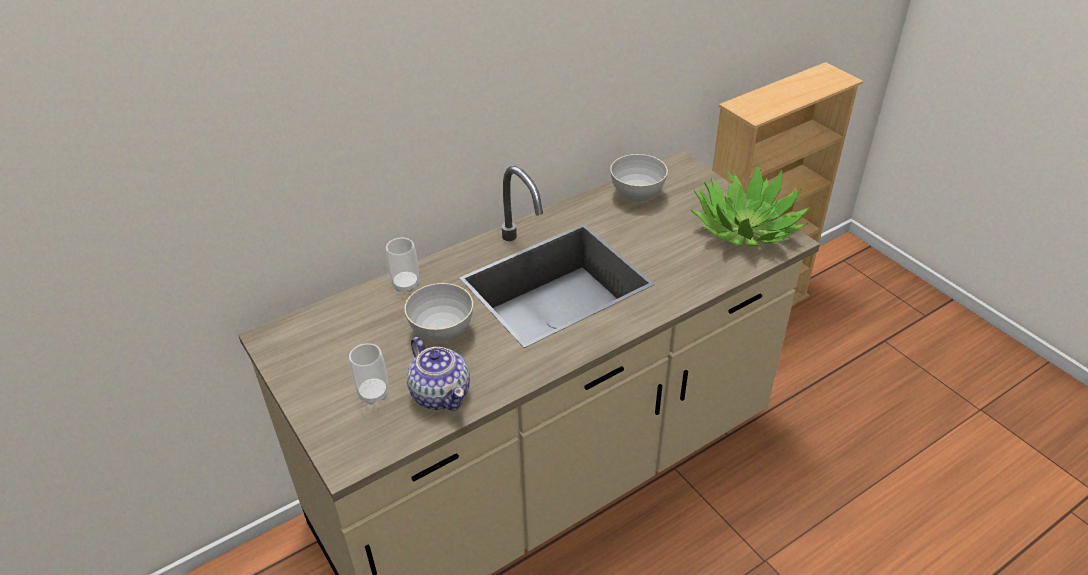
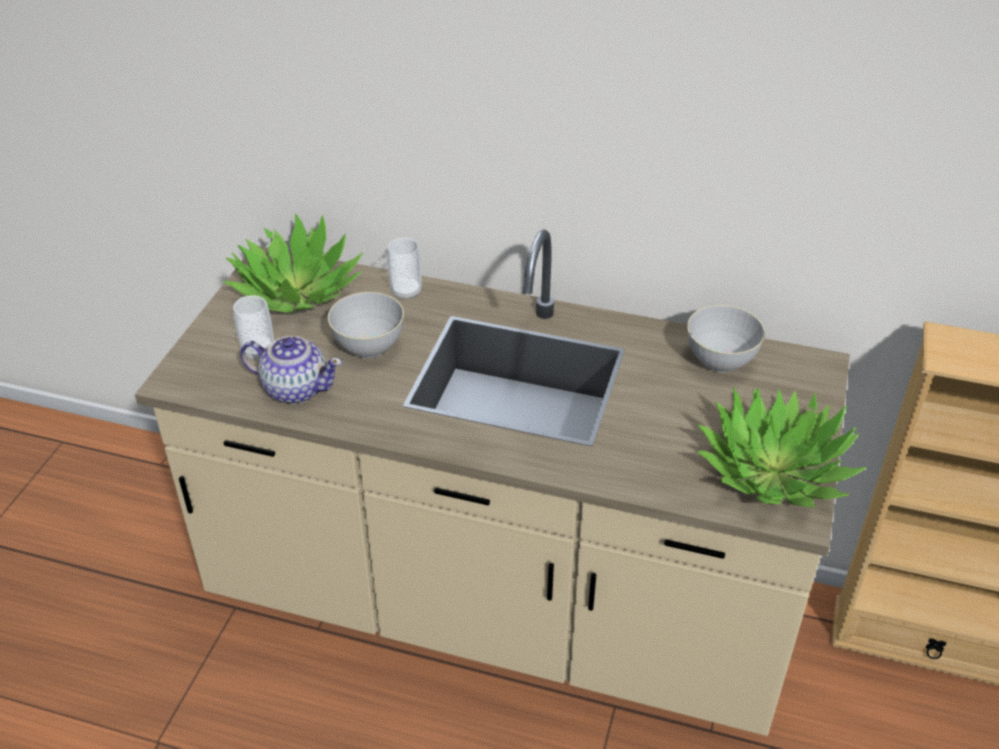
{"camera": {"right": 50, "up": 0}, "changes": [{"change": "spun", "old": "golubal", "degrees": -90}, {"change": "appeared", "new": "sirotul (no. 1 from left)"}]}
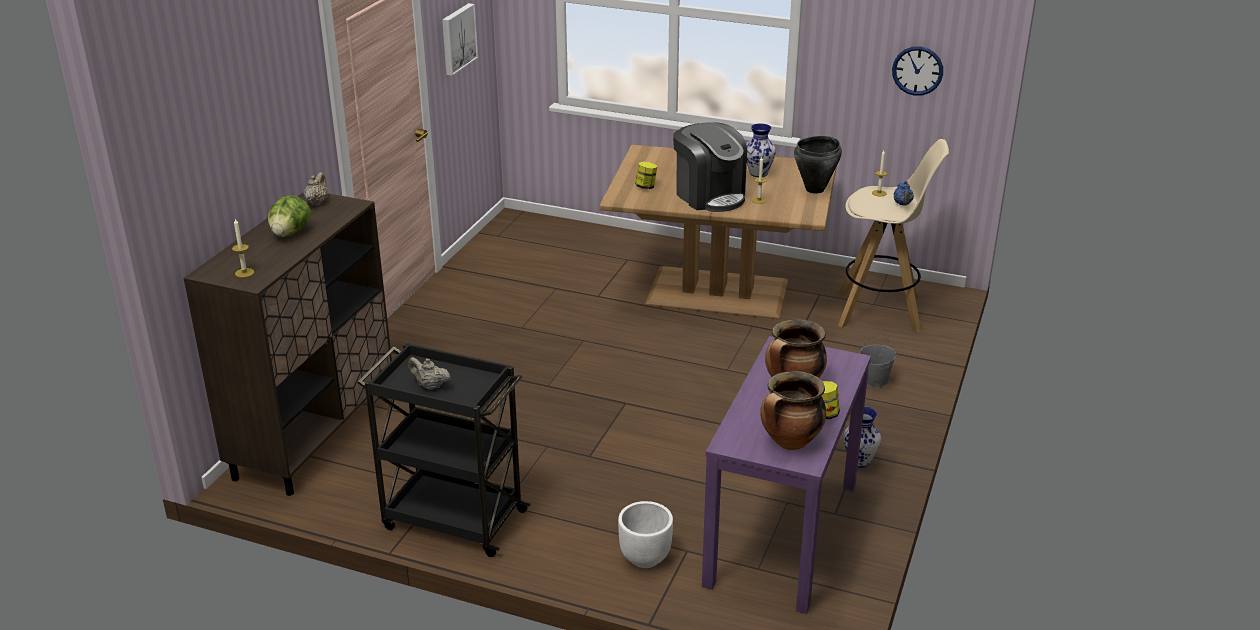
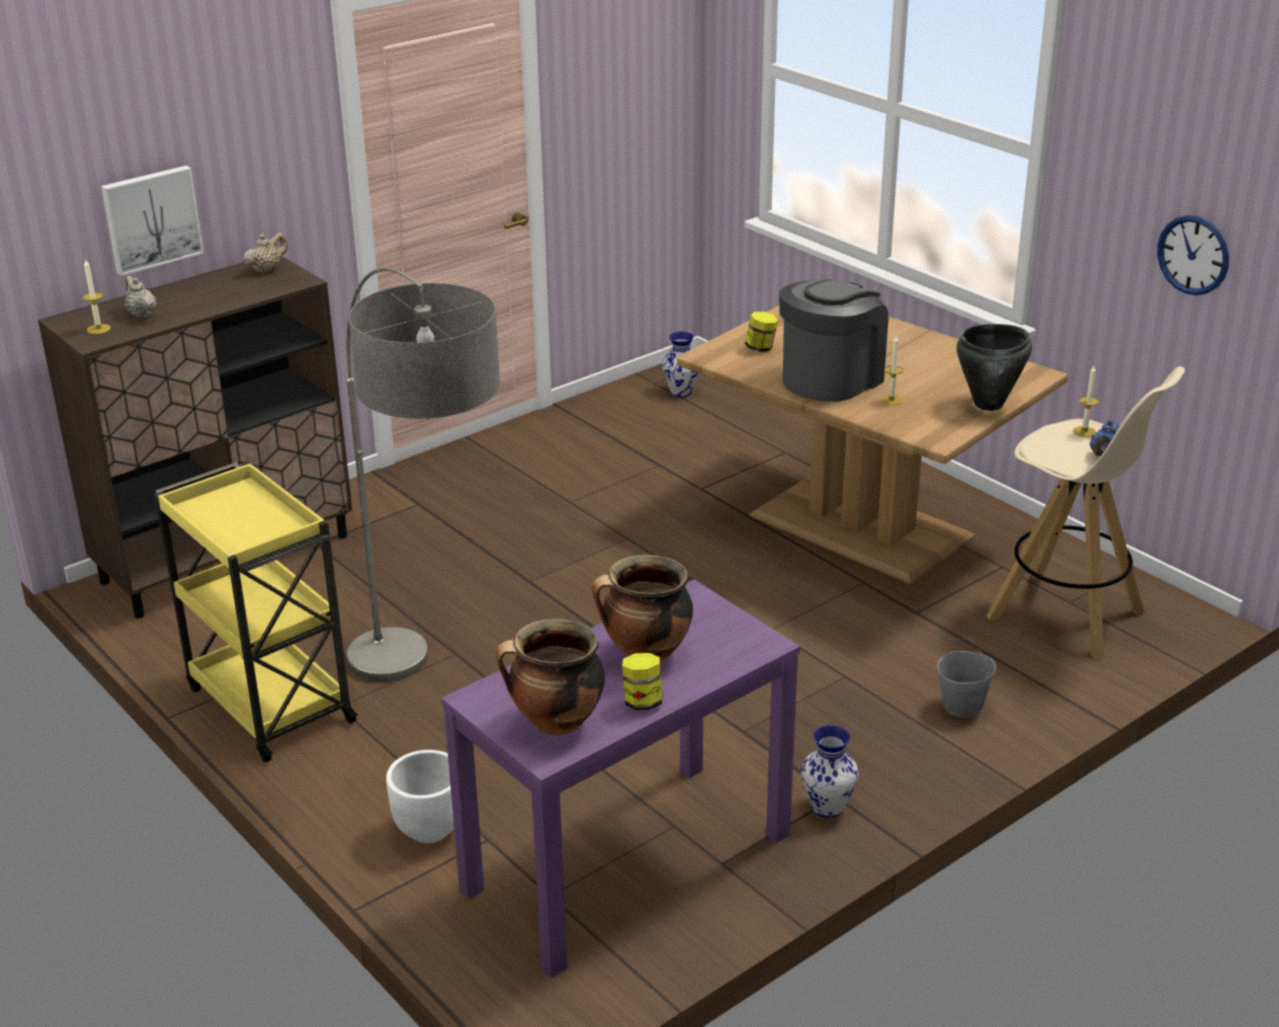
{"camera": {"right": 30, "up": 0}, "changes": [{"change": "relocated", "old": "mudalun"}, {"change": "spun", "old": "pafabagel", "degrees": -135}, {"change": "relocated", "old": "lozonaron (no. 1 from left)"}, {"change": "missing", "old": "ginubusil"}, {"change": "colour", "old": "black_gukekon", "new": "yellow_gukekon"}, {"change": "relocated", "old": "beige_golubal (no. 2 from left in the first image)", "new": "beige_golubal (no. 1 from left)"}, {"change": "appeared", "new": "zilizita"}]}
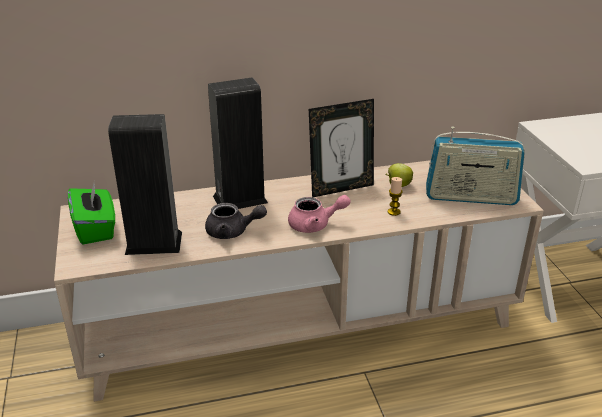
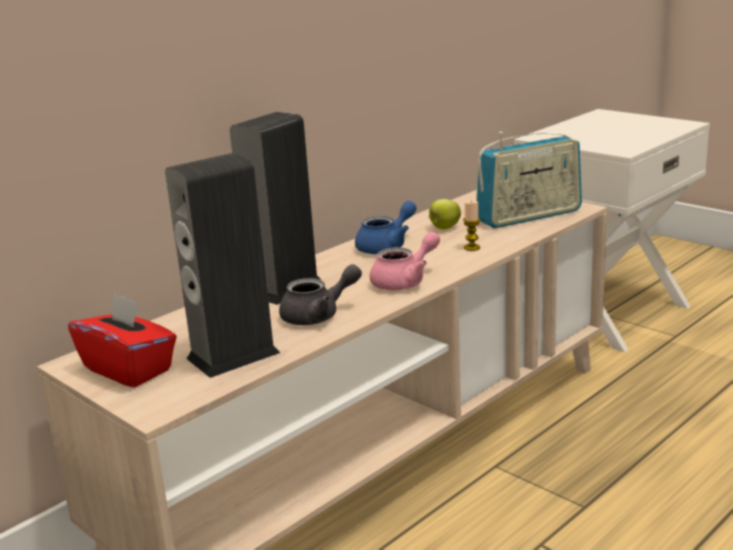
{"camera": {"right": -30, "up": -10}, "changes": [{"change": "exchanged", "old": "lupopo", "new": "blue_golubal"}, {"change": "colour", "old": "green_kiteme", "new": "red_kiteme"}]}
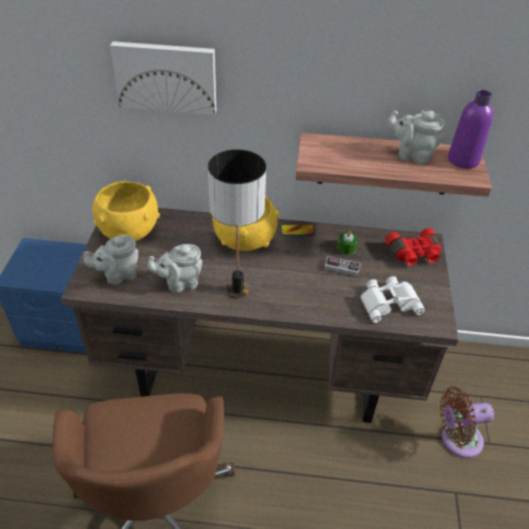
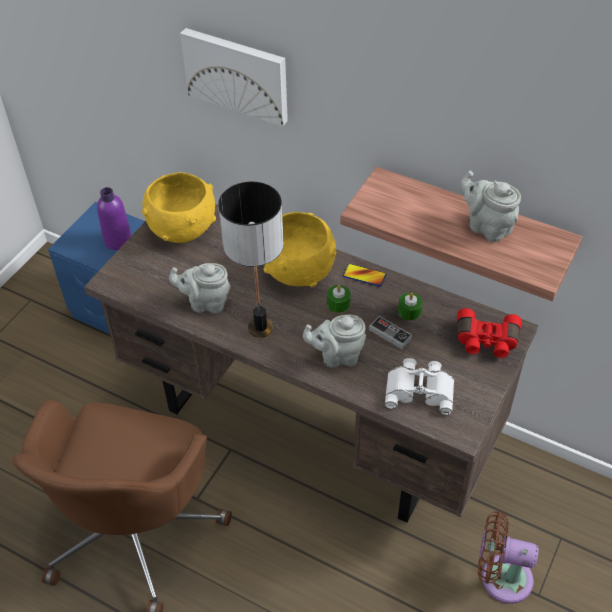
{"camera": {"right": 25, "up": 5}, "changes": [{"change": "relocated", "old": "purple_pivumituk"}, {"change": "relocated", "old": "grey_golubal (no. 1 from left in the first image)", "new": "grey_golubal (no. 2 from left)"}, {"change": "appeared", "new": "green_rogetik (no. 1 from left)"}]}
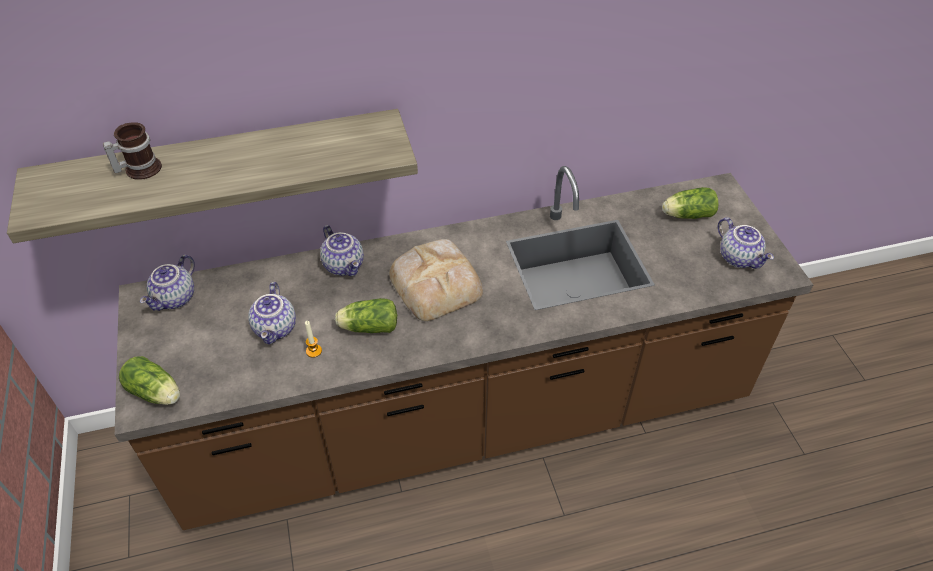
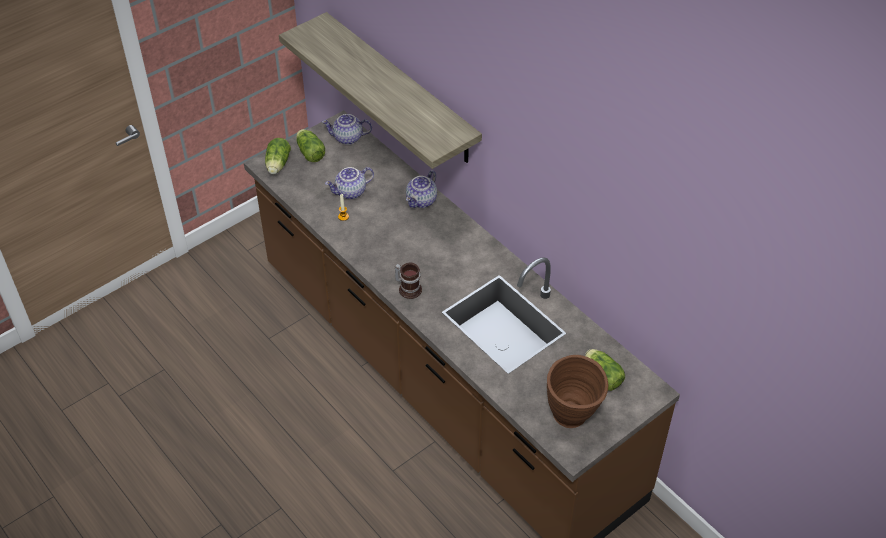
{"camera": {"right": 65, "up": 0}, "changes": [{"change": "relocated", "old": "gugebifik"}, {"change": "exchanged", "old": "golubal (no. 4 from left)", "new": "brown_lozonaron"}, {"change": "missing", "old": "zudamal"}, {"change": "relocated", "old": "ginubusil (no. 2 from left)"}]}
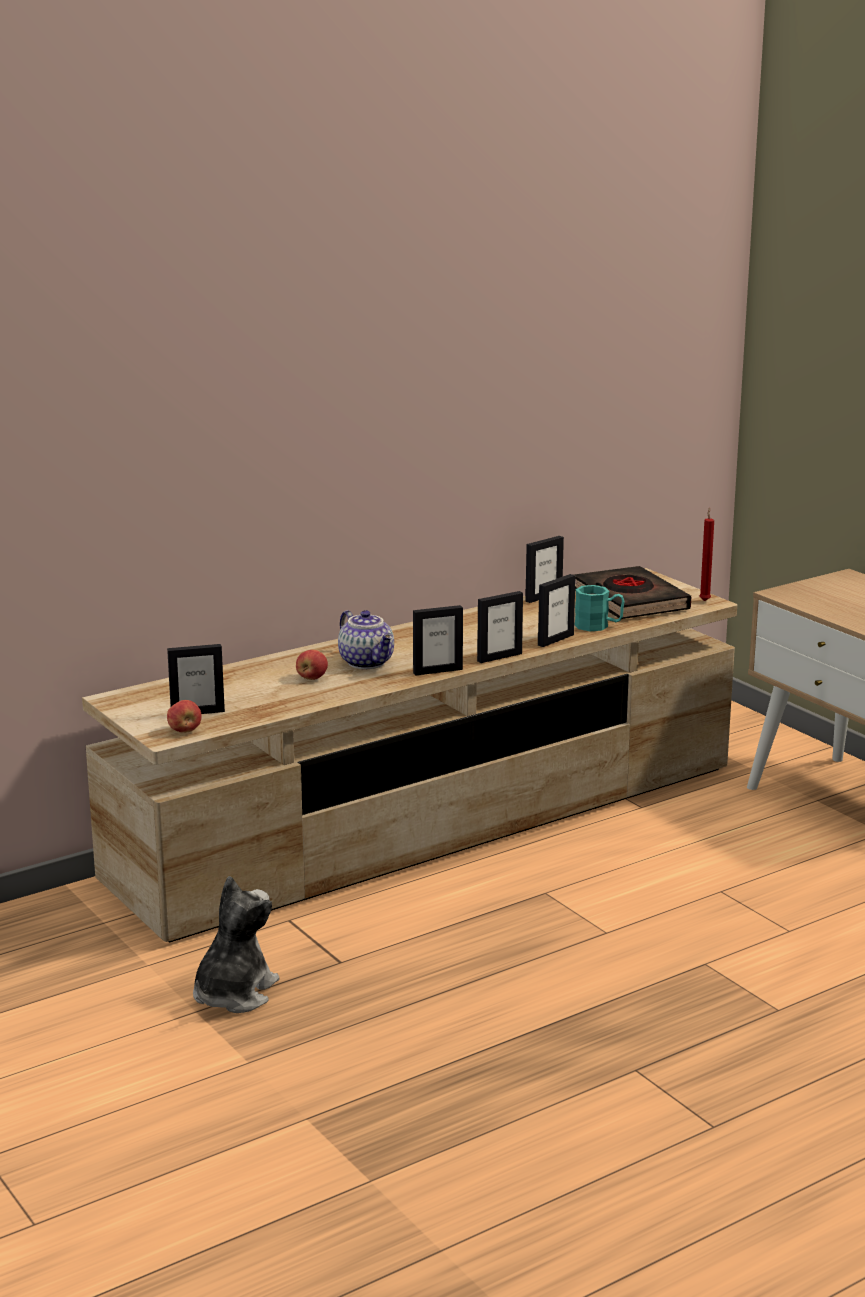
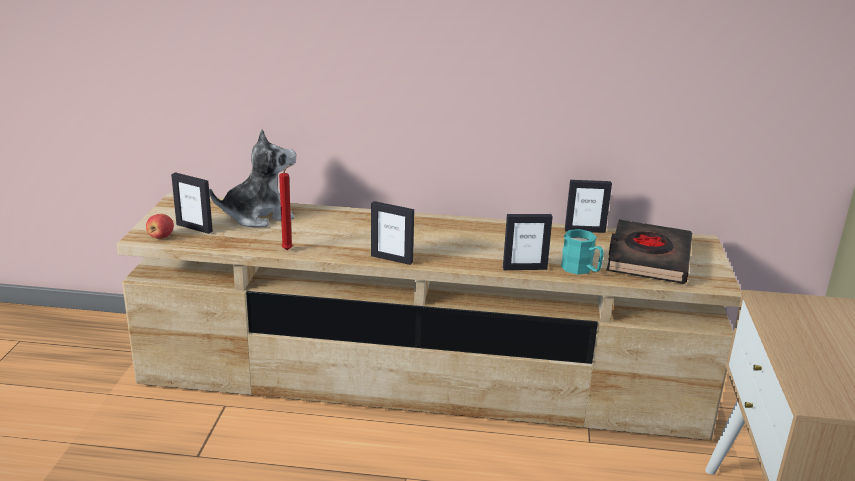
{"camera": {"right": 40, "up": 5}, "changes": [{"change": "relocated", "old": "red_rogetik"}, {"change": "missing", "old": "lupopo (no. 3 from left)"}, {"change": "missing", "old": "golubal"}, {"change": "missing", "old": "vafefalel (no. 2 from left)"}, {"change": "relocated", "old": "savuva"}]}
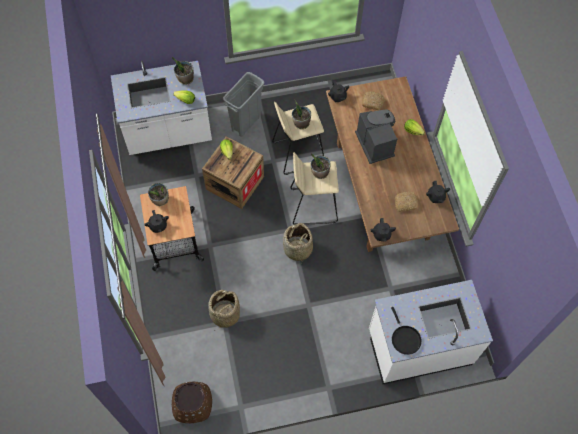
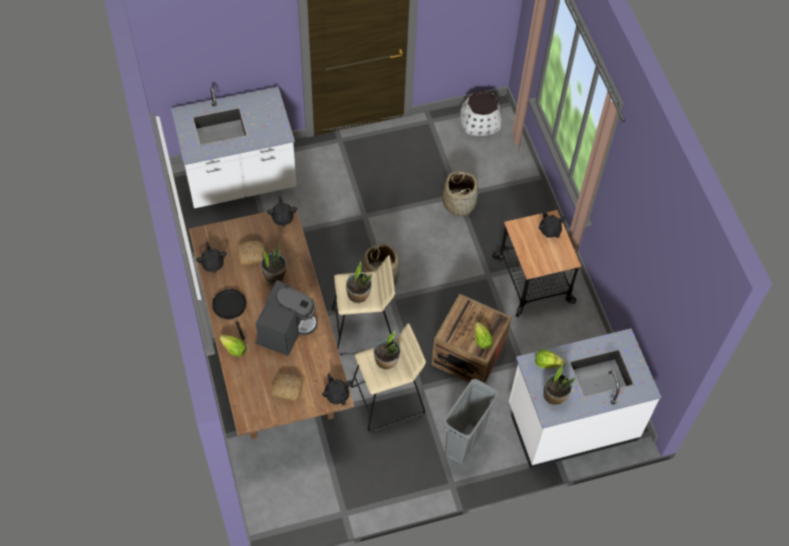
{"camera": {"right": 175, "up": -5}, "changes": [{"change": "spun", "old": "pafabagel", "degrees": -135}, {"change": "relocated", "old": "sirotul (no. 1 from left)"}, {"change": "relocated", "old": "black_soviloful"}, {"change": "colour", "old": "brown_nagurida", "new": "white_nagurida"}]}
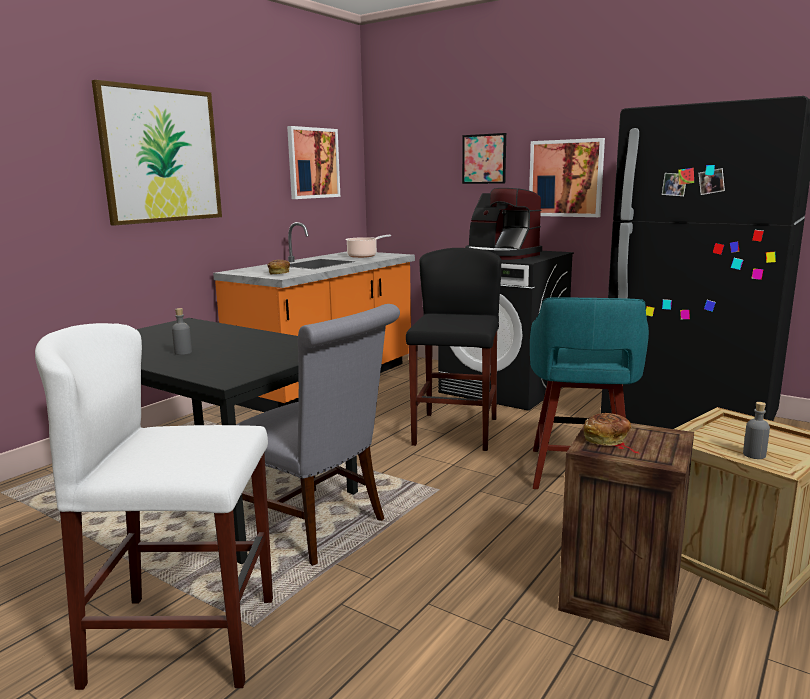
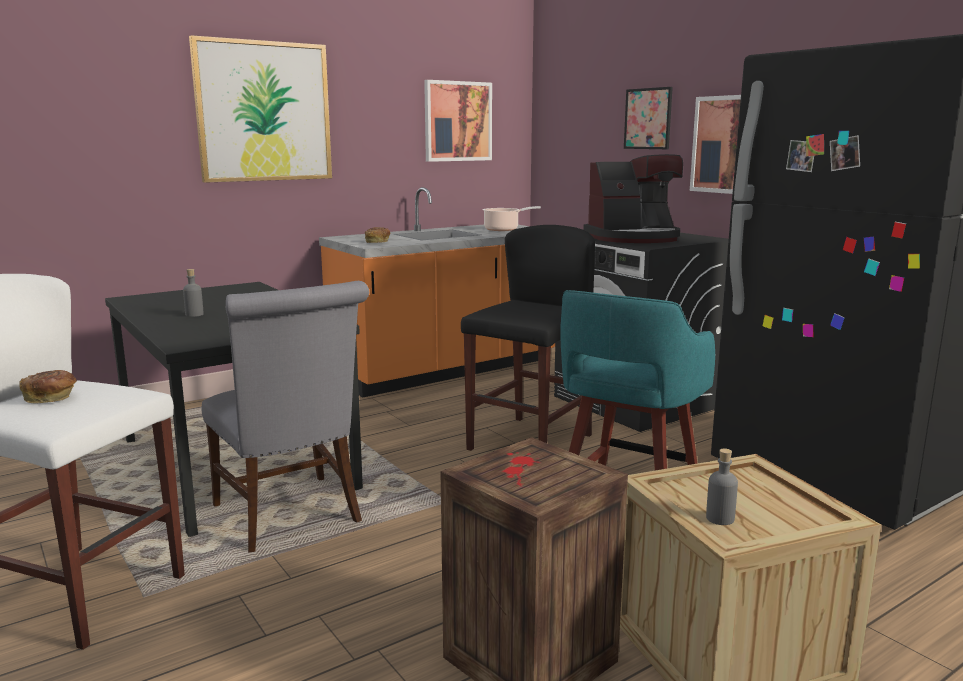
{"camera": {"right": 20, "up": 0}, "changes": [{"change": "spun", "old": "pafabagel", "degrees": -75}, {"change": "relocated", "old": "zudamal (no. 2 from left in the first image)", "new": "zudamal (no. 1 from left)"}]}
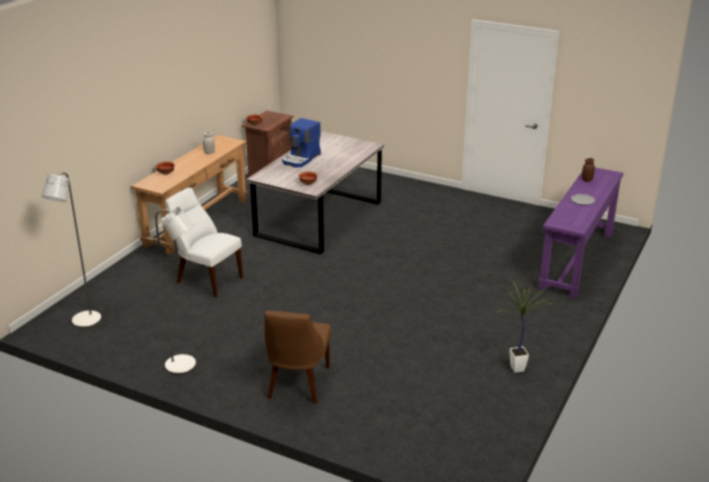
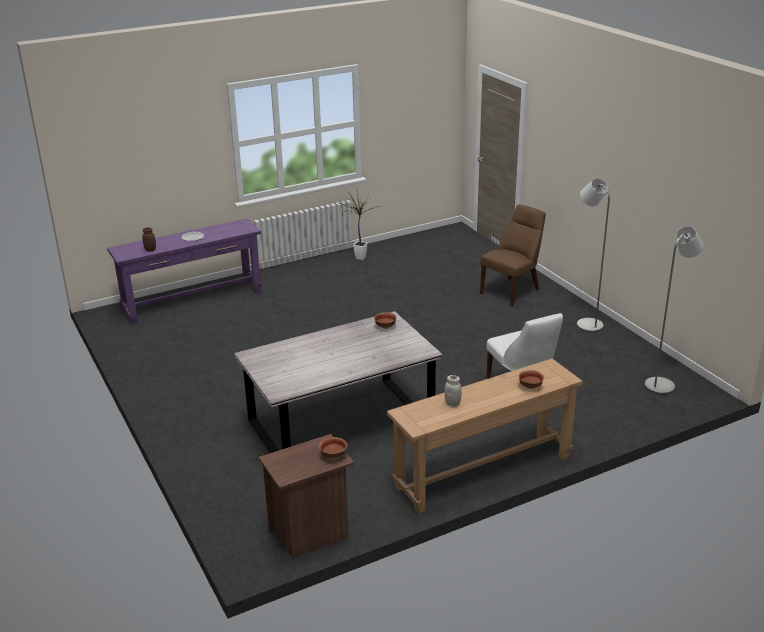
{"camera": {"right": -145, "up": 0}, "changes": [{"change": "missing", "old": "pafabagel"}]}
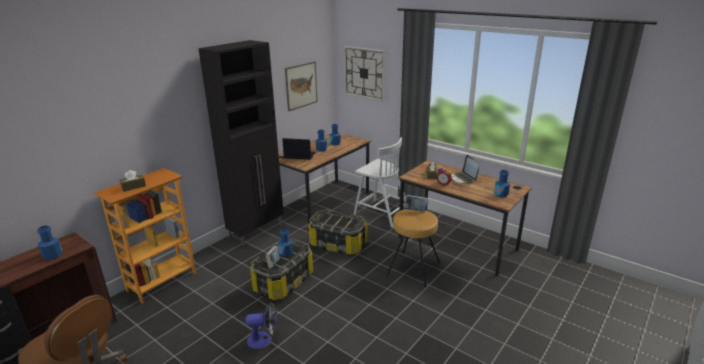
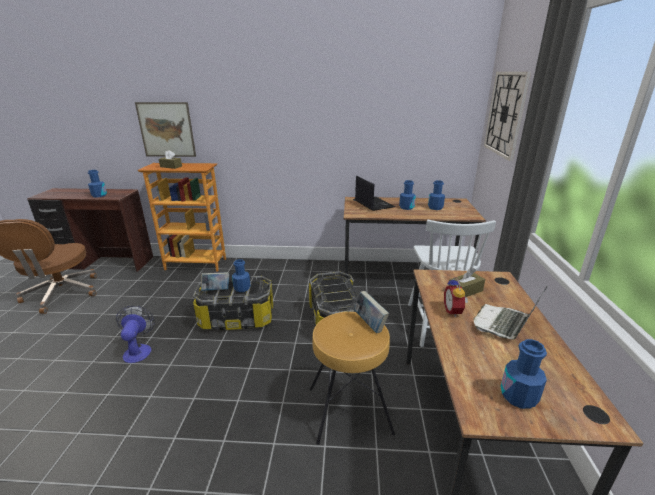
{"camera": {"right": 55, "up": 0}, "changes": [{"change": "missing", "old": "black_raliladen"}, {"change": "relocated", "old": "mudalun"}, {"change": "spun", "old": "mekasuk", "degrees": -150}]}
